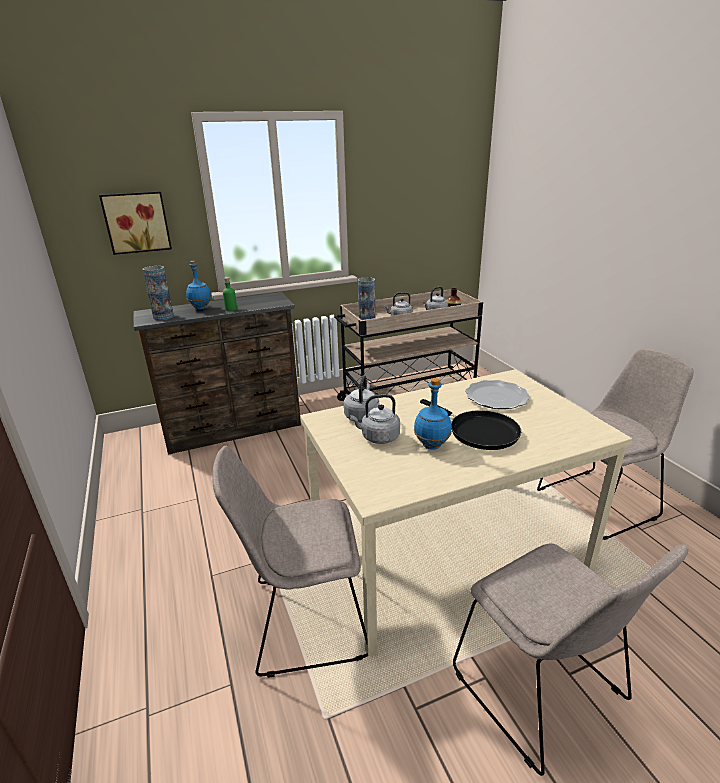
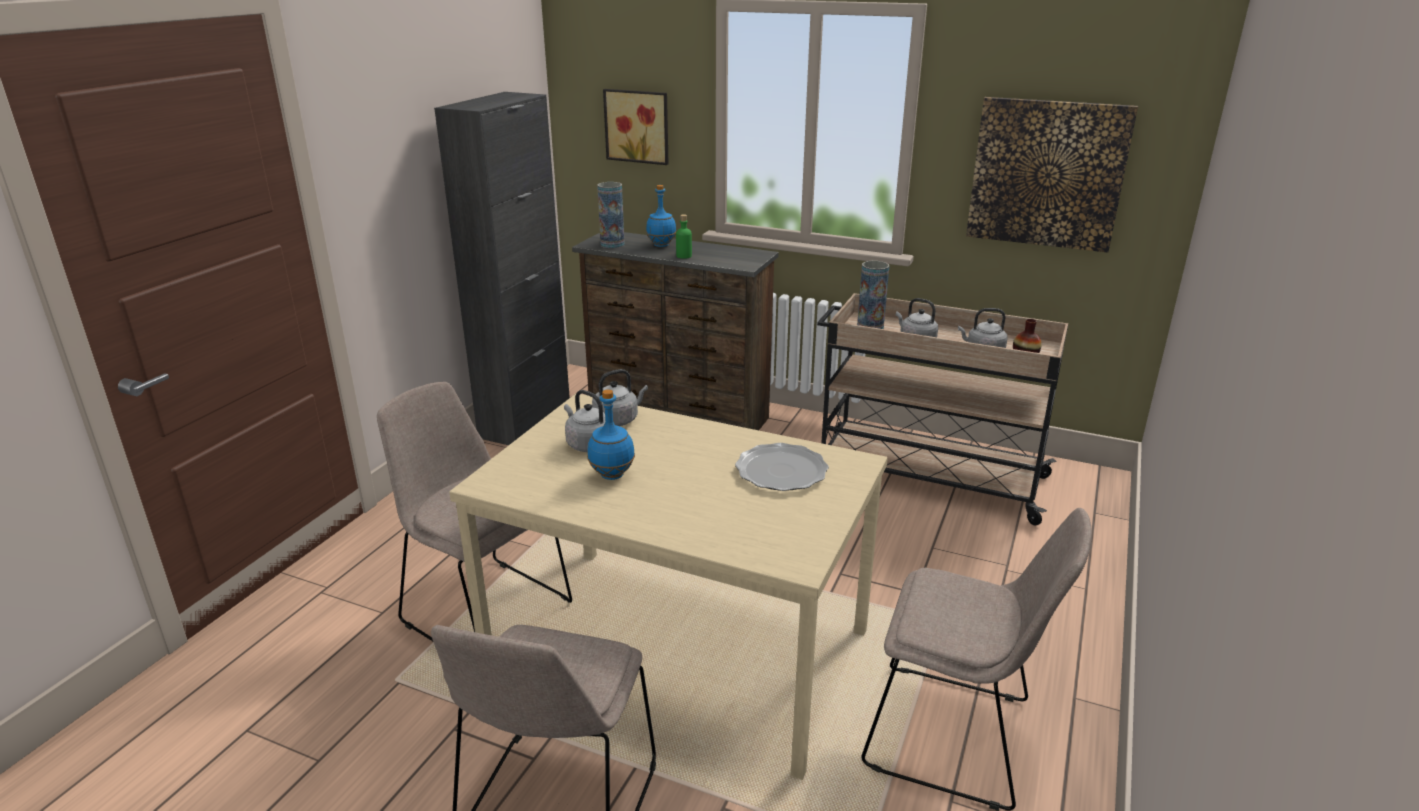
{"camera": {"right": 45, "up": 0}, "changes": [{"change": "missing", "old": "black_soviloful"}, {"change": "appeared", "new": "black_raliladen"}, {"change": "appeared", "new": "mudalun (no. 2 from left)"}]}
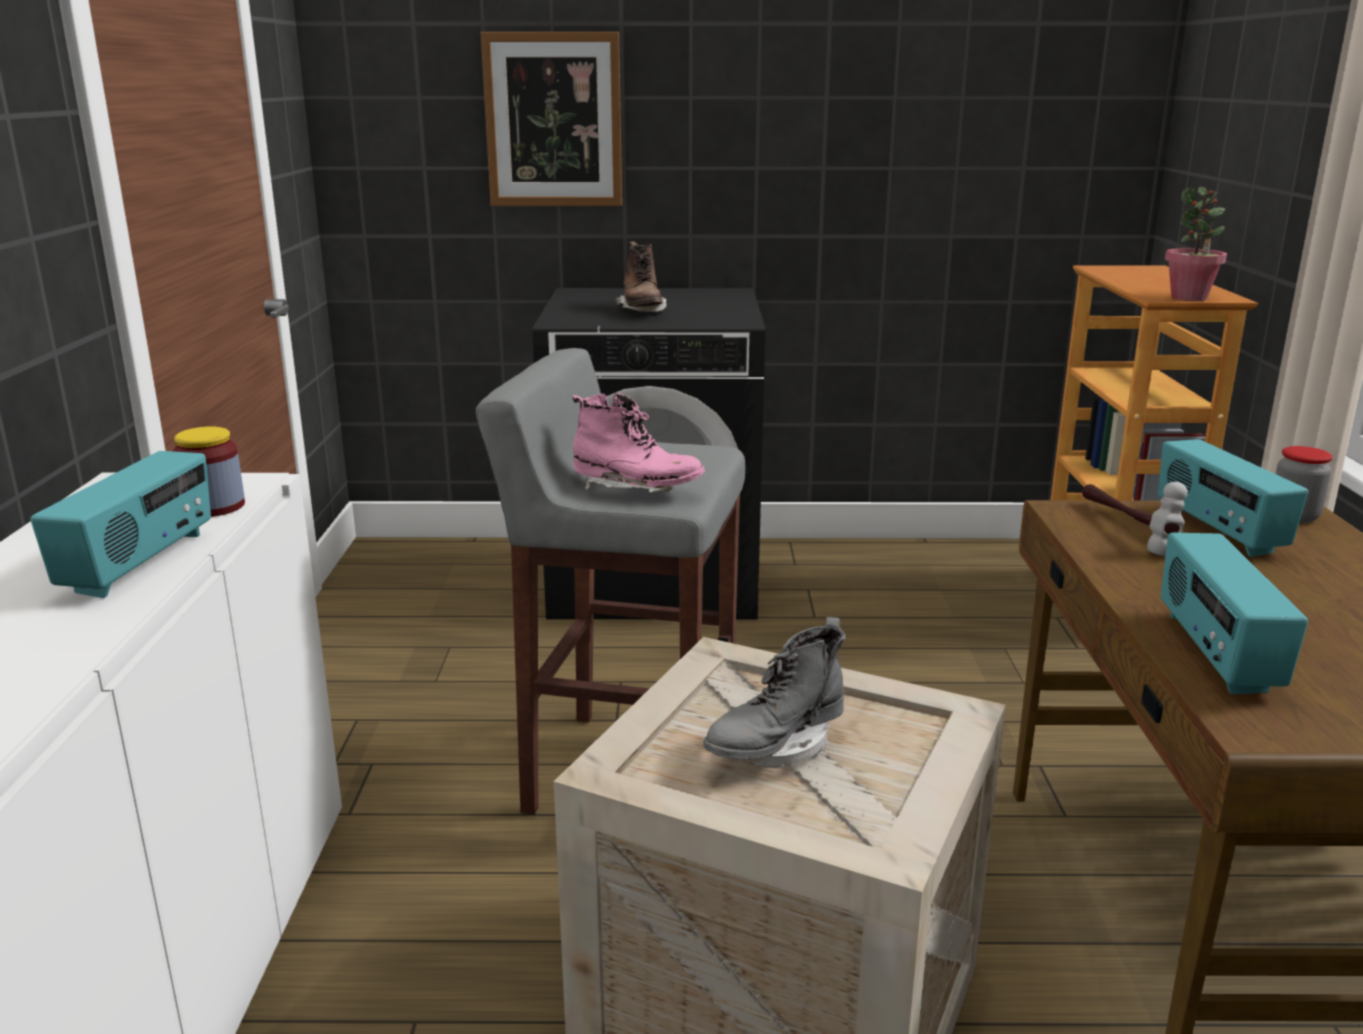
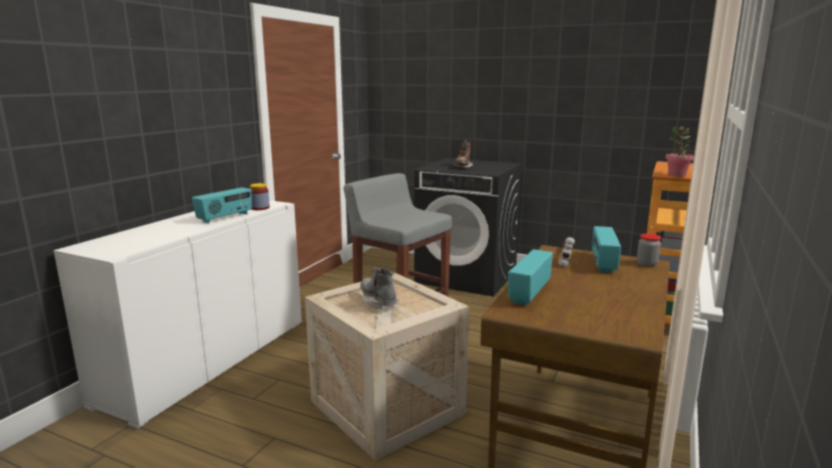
{"camera": {"right": 25, "up": -5}, "changes": [{"change": "missing", "old": "mudalun"}, {"change": "missing", "old": "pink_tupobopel"}, {"change": "spun", "old": "grey_tupobopel", "degrees": 75}]}
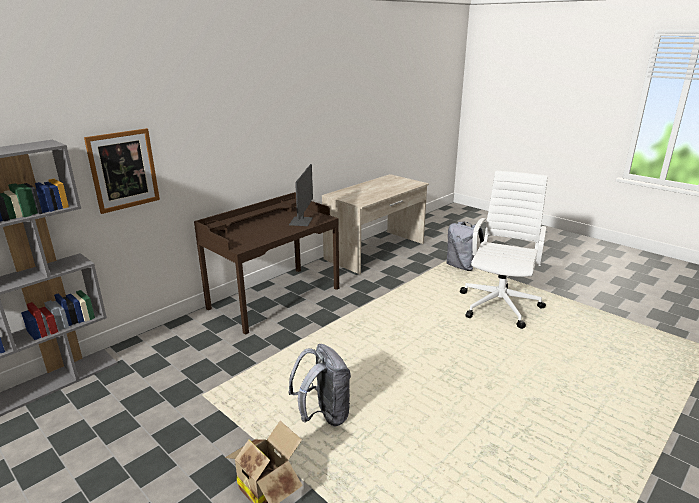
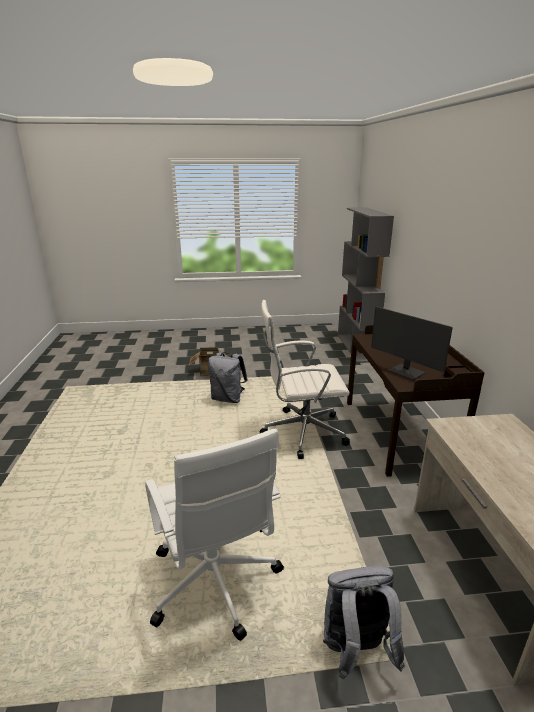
{"camera": {"right": 130, "up": 0}, "changes": [{"change": "missing", "old": "mudalun"}, {"change": "appeared", "new": "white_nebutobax (no. 2 from left)"}]}
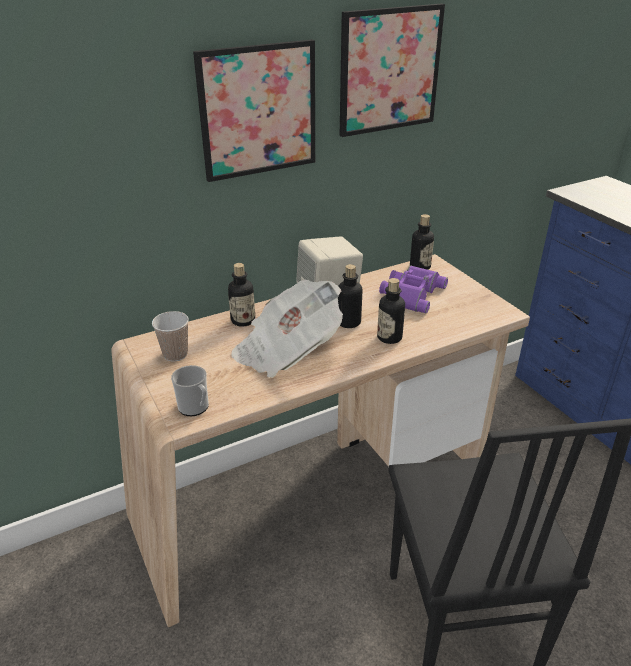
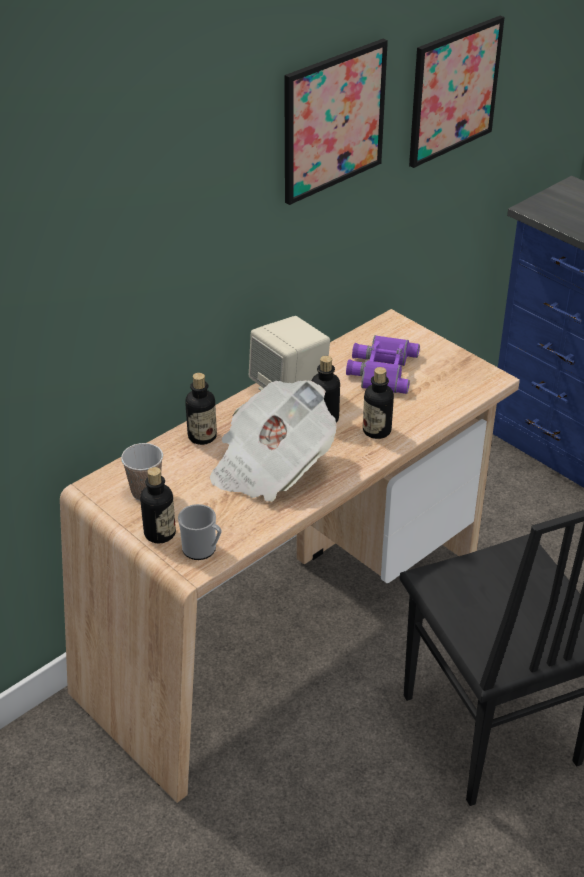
{"camera": {"right": -15, "up": 5}, "changes": [{"change": "relocated", "old": "mudalun (no. 1 from left in the first image)", "new": "mudalun (no. 2 from left)"}, {"change": "relocated", "old": "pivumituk (no. 4 from left in the first image)", "new": "pivumituk (no. 1 from left)"}]}
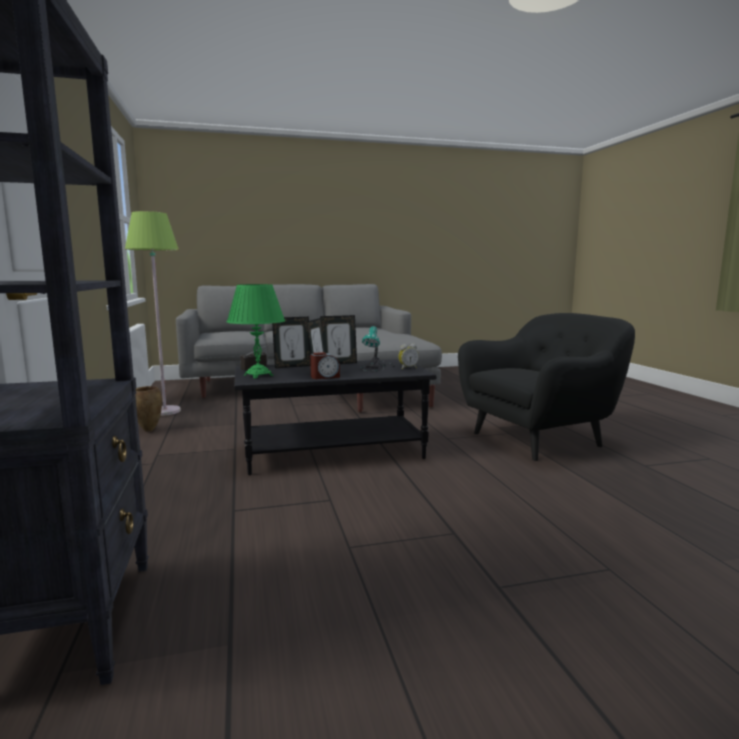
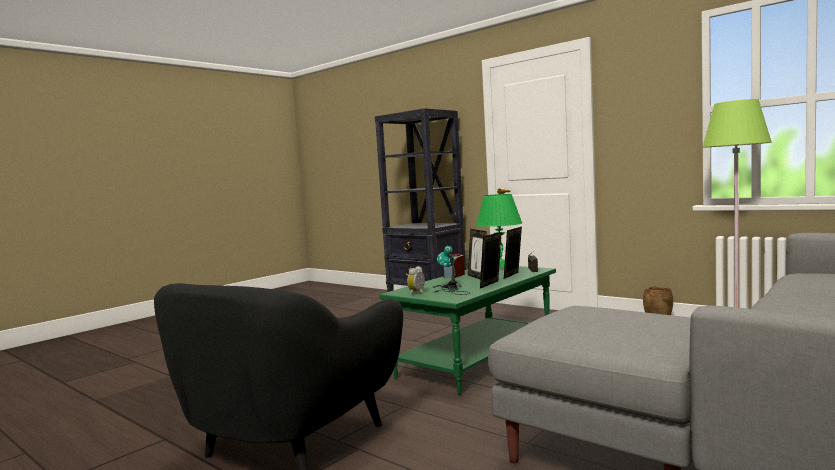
{"camera": {"right": 145, "up": -5}, "changes": [{"change": "colour", "old": "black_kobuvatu", "new": "green_kobuvatu"}]}
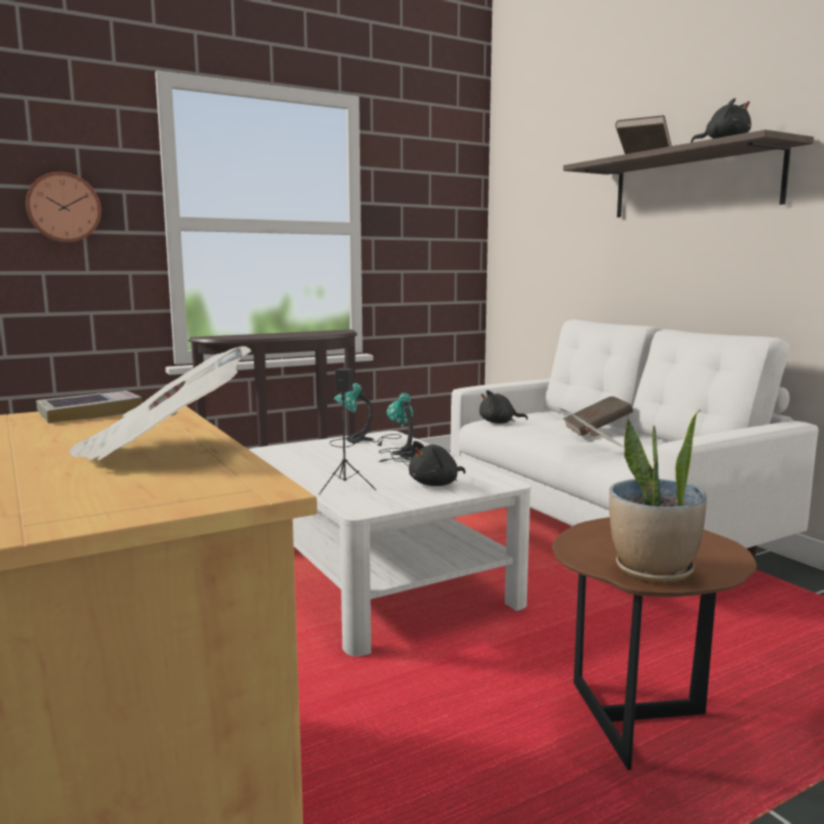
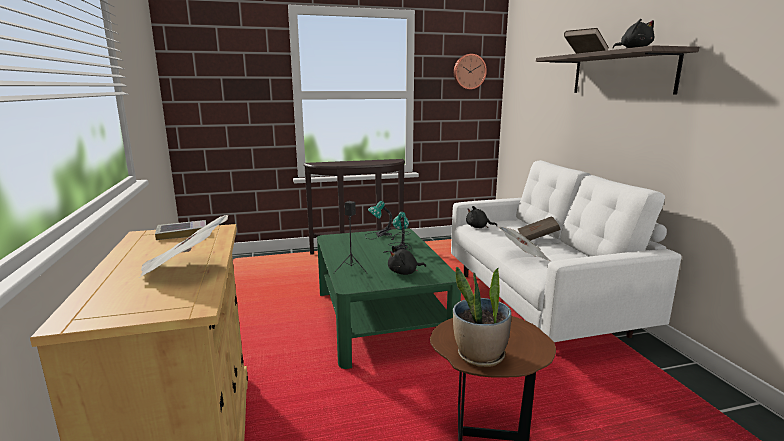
{"camera": {"right": 15, "up": 5}, "changes": [{"change": "relocated", "old": "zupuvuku"}, {"change": "colour", "old": "white_kobuvatu", "new": "green_kobuvatu"}]}
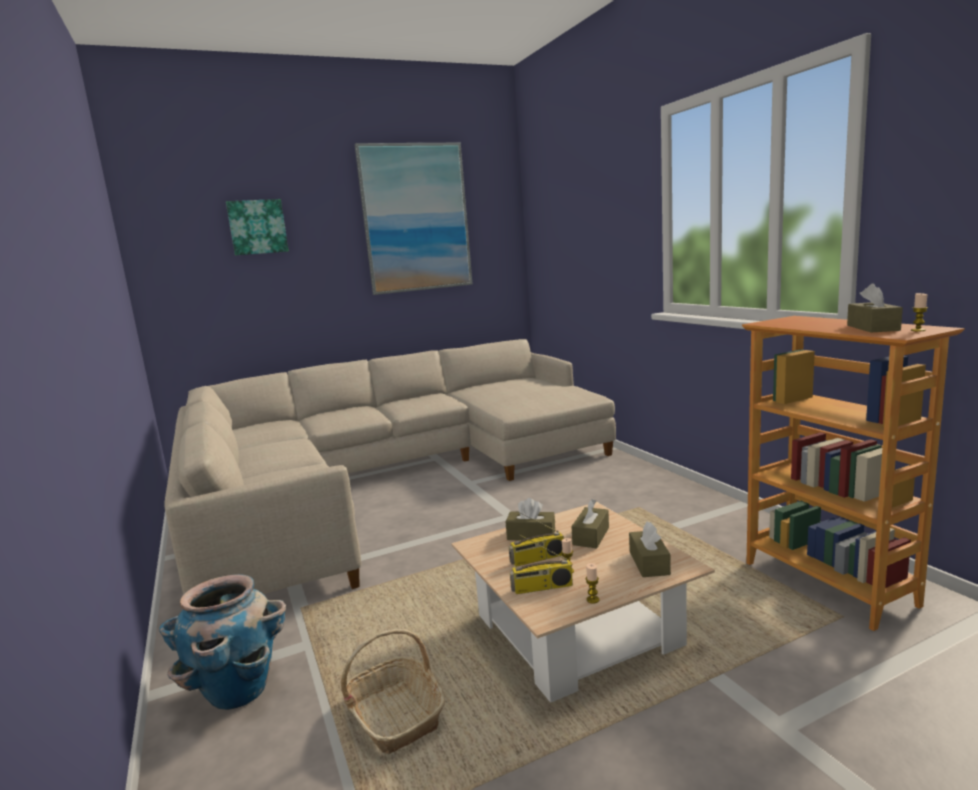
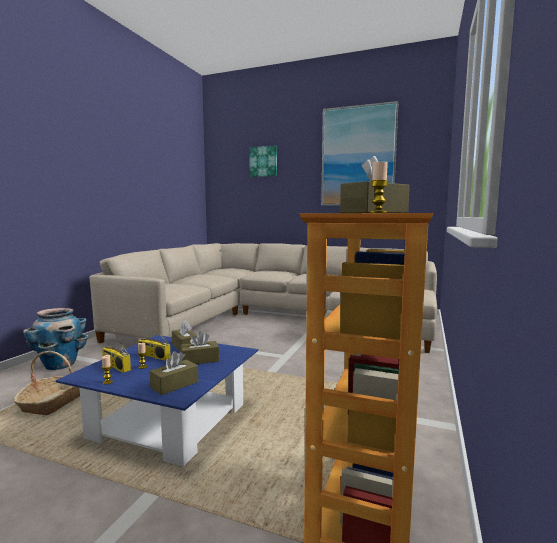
{"camera": {"right": 45, "up": -5}, "changes": [{"change": "colour", "old": "beige_kobuvatu", "new": "blue_kobuvatu"}]}
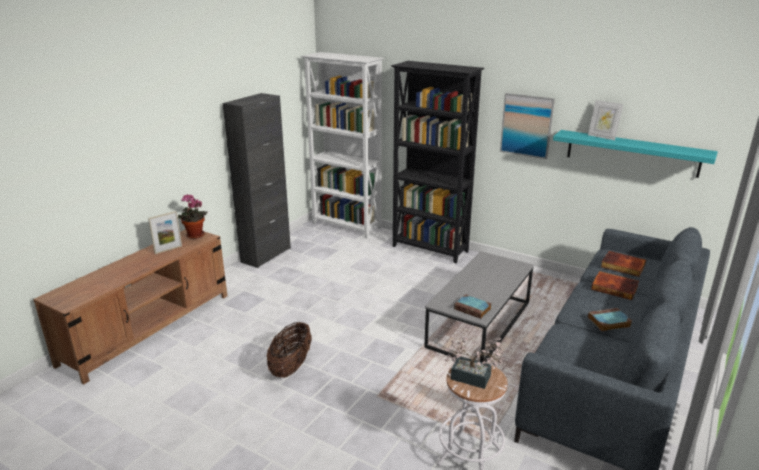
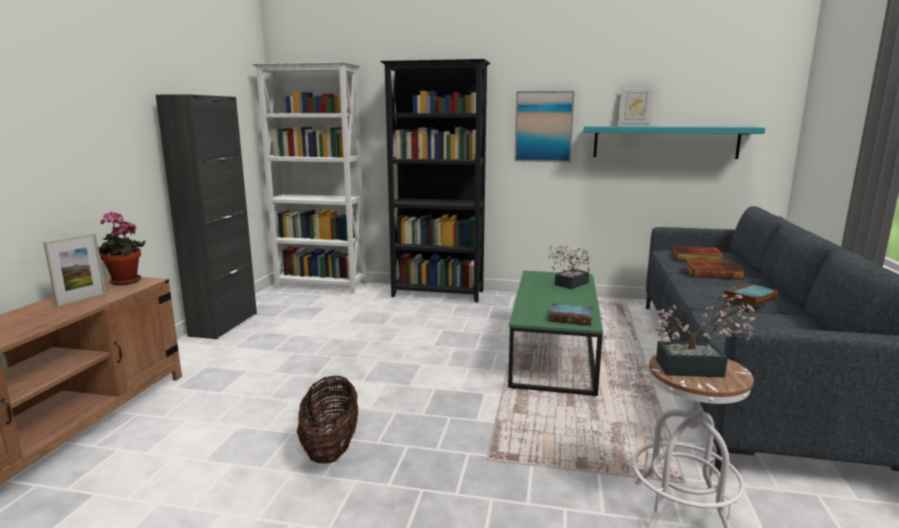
{"camera": {"right": -20, "up": -10}, "changes": [{"change": "colour", "old": "grey_kobuvatu", "new": "green_kobuvatu"}, {"change": "appeared", "new": "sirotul (no. 2 from left)"}]}
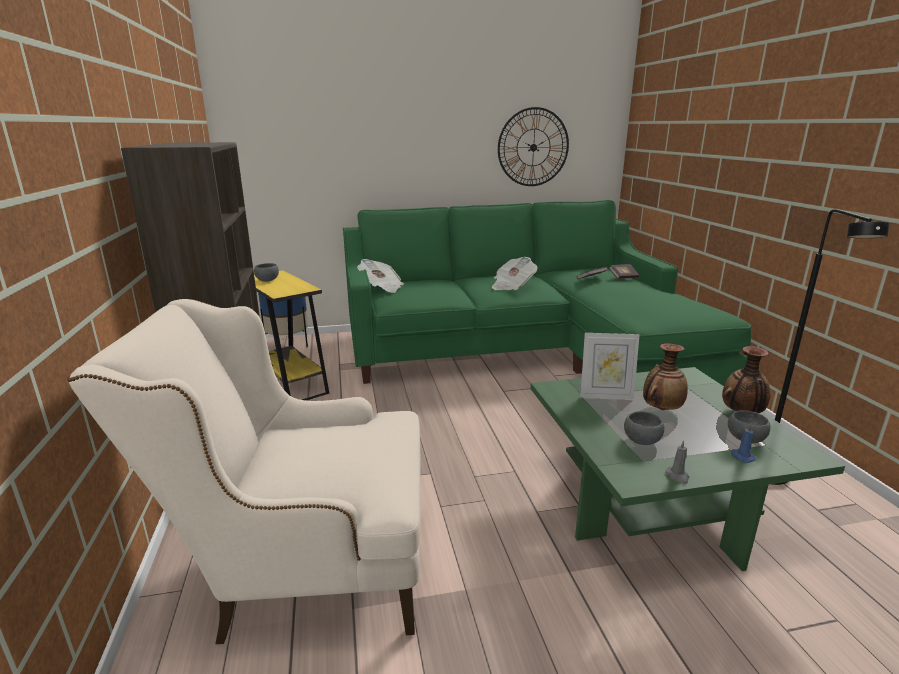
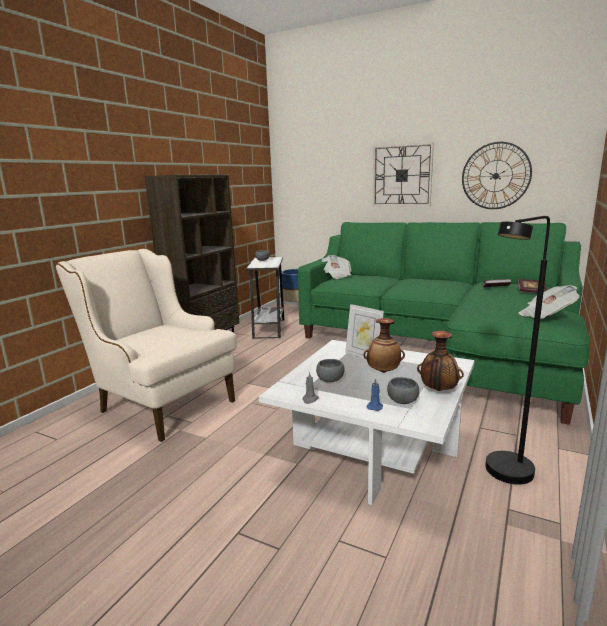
{"camera": {"right": 40, "up": -5}, "changes": [{"change": "relocated", "old": "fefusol (no. 2 from left)"}, {"change": "colour", "old": "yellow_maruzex", "new": "white_maruzex"}, {"change": "colour", "old": "green_kobuvatu", "new": "white_kobuvatu"}, {"change": "appeared", "new": "zupuvuku (no. 1 from left)"}]}
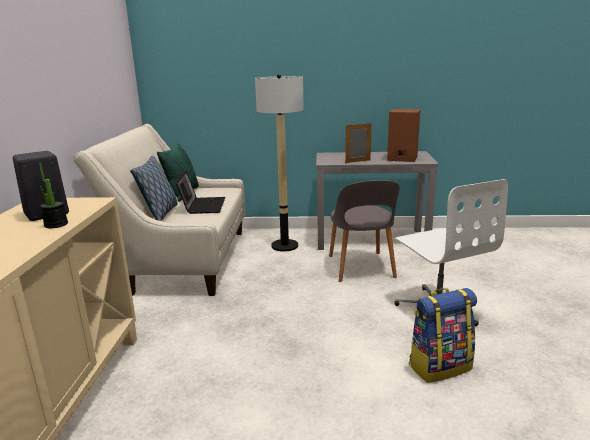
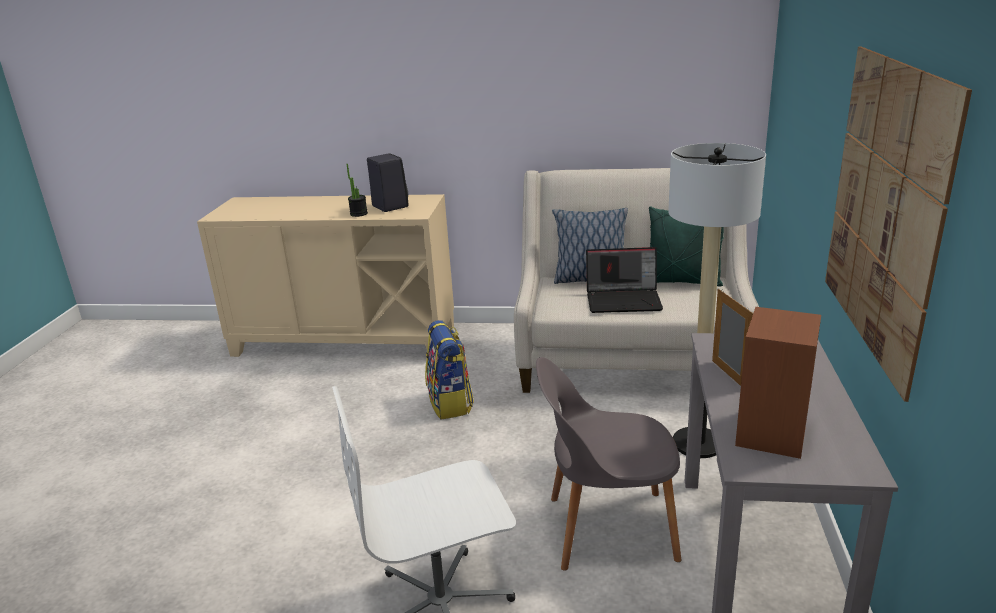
{"camera": {"right": 95, "up": 5}, "changes": [{"change": "relocated", "old": "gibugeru"}, {"change": "appeared", "new": "mudalun"}]}
